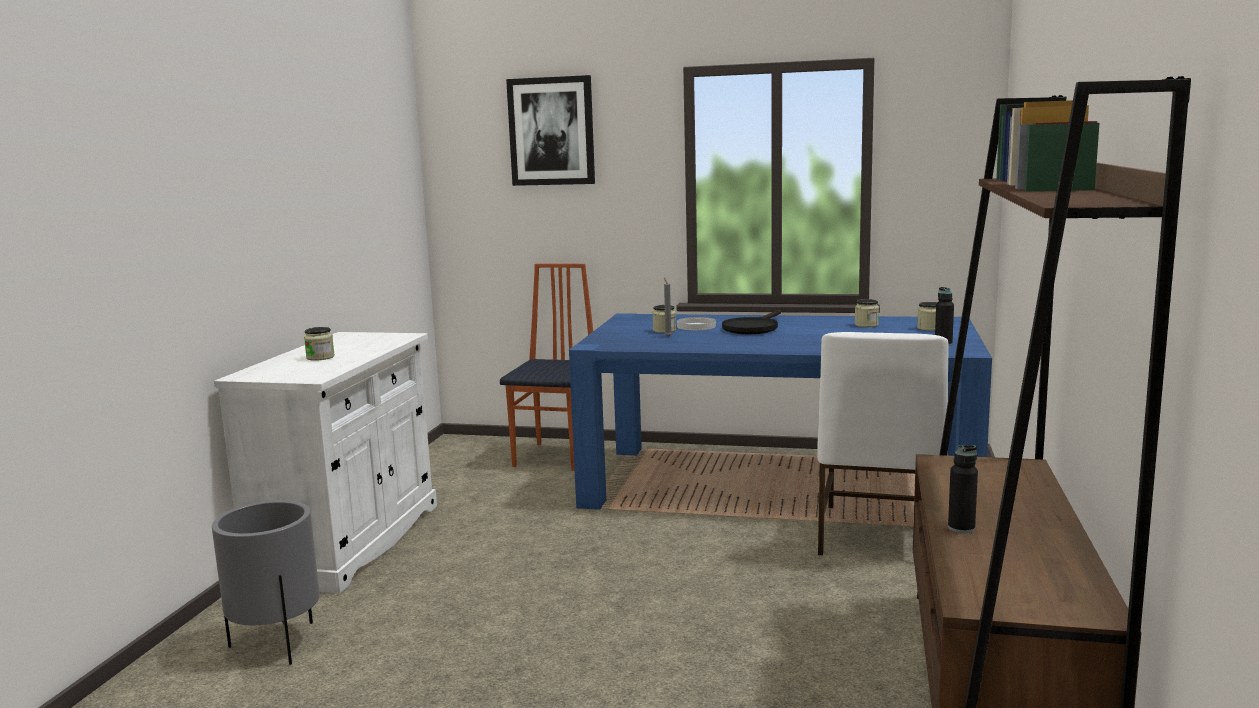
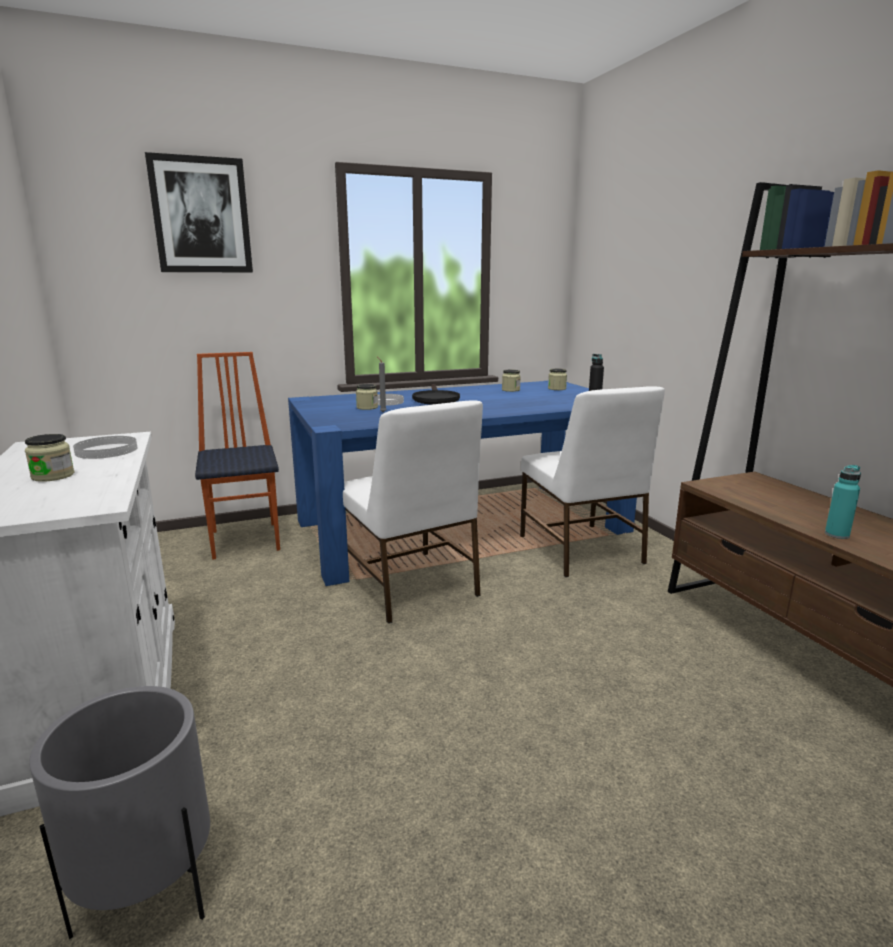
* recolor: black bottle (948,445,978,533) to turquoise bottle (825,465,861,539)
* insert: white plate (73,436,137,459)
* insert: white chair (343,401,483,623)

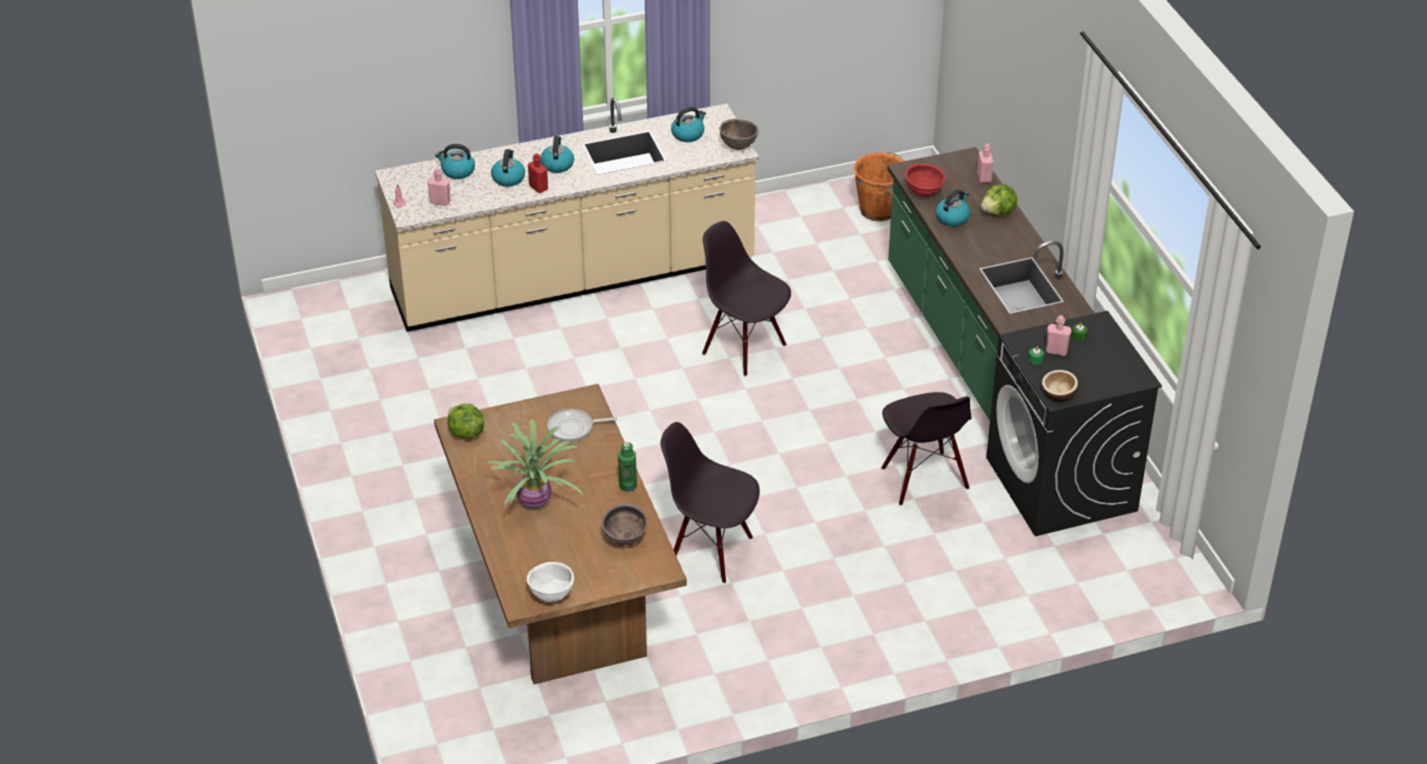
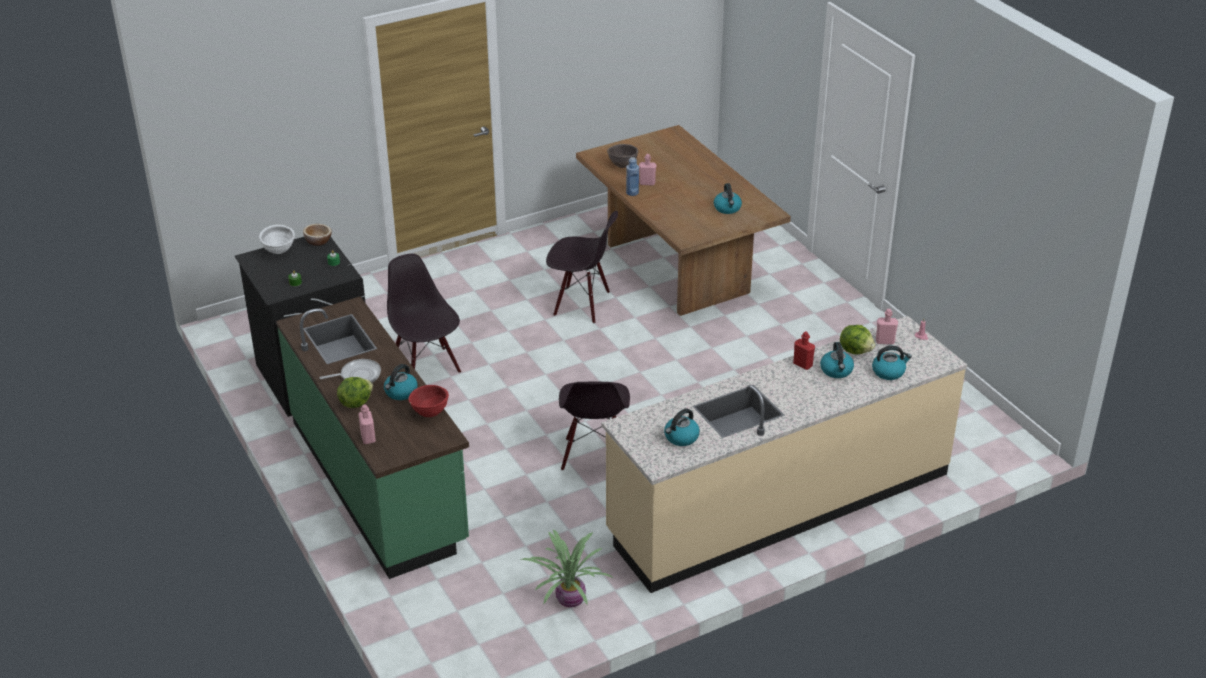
* move: lettuce (448,404,484,439) to (840,325,875,355)
* move: potted plant (486,419,584,509) to (520,530,613,608)
* move: white bowl (527,562,574,602) to (259,225,295,254)
* move: kettle (540,136,574,173) to (714,183,742,214)
* move: frying pan (547,409,617,442) to (319,359,381,383)
* recolor: green bottle (618,442,637,492) to blue bottle (626,157,639,196)
* rotate: black chair (702,221,791,377) = (559,382,630,471) 60 degrees clockwise
* delete: brown bowl (720,119,759,150)
* delete: orange bucket (853,152,905,221)
* move: pink bottle (1046,315,1072,356) to (639,154,656,186)

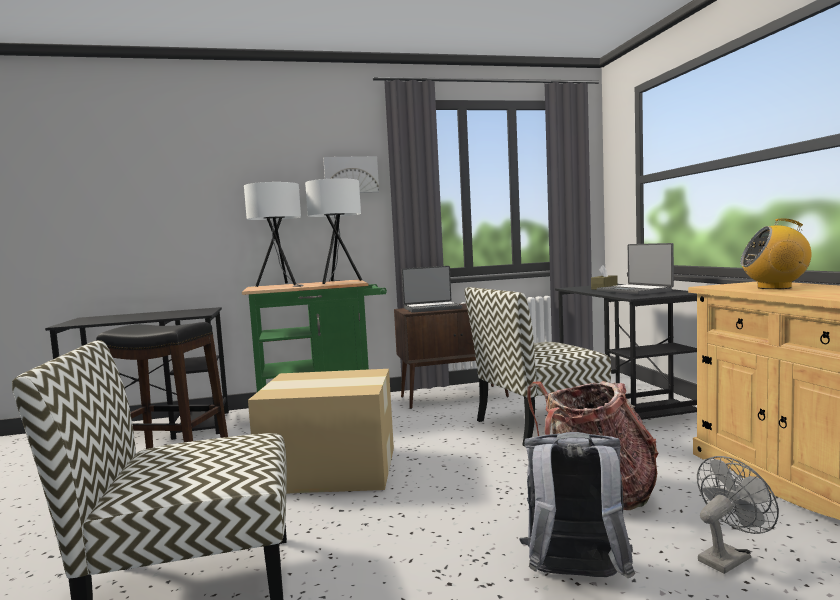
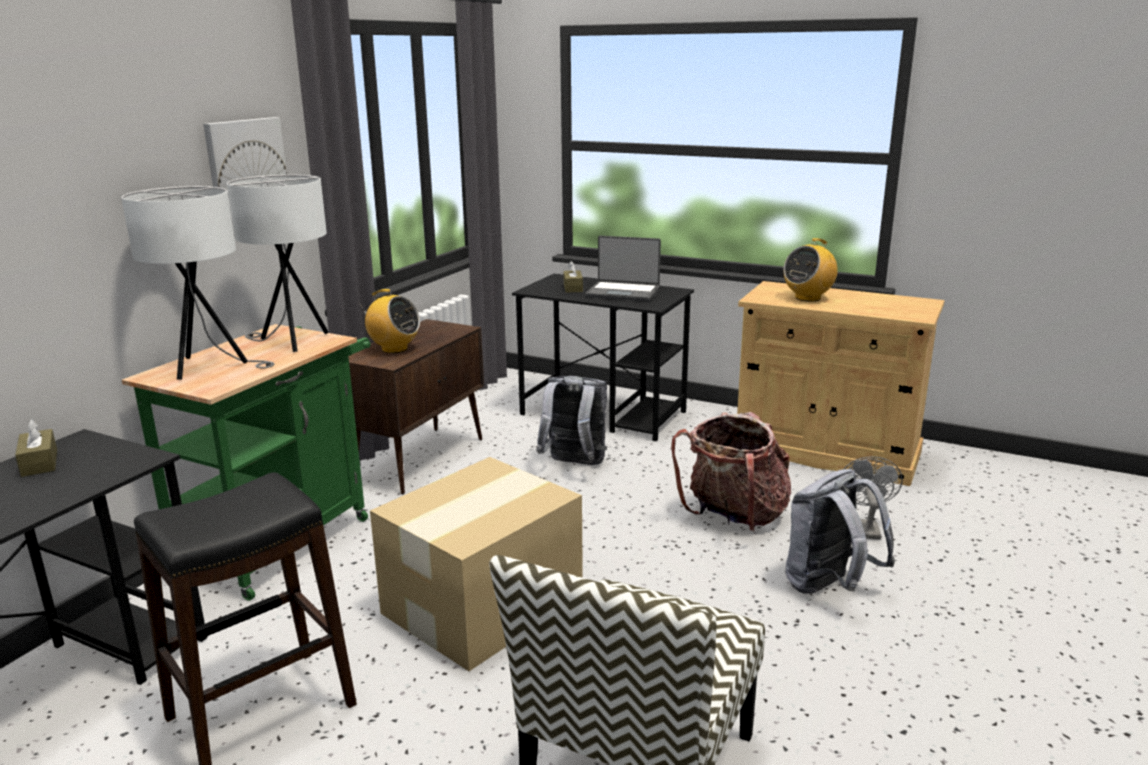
* replace: laptop (402,266,462,313) to radio (358,289,420,353)
* replace: chair (464,287,611,446) to grey backpack (536,376,607,465)
* insert: brown tissue box (15,419,57,477)

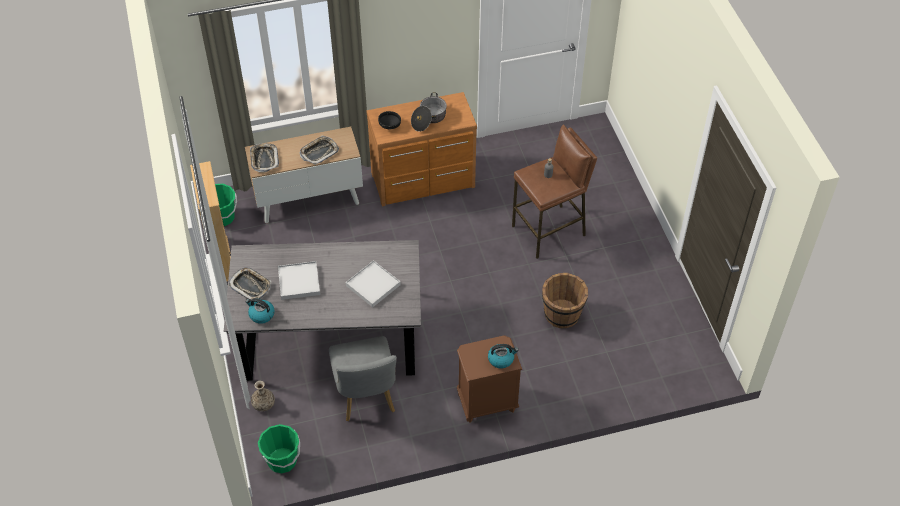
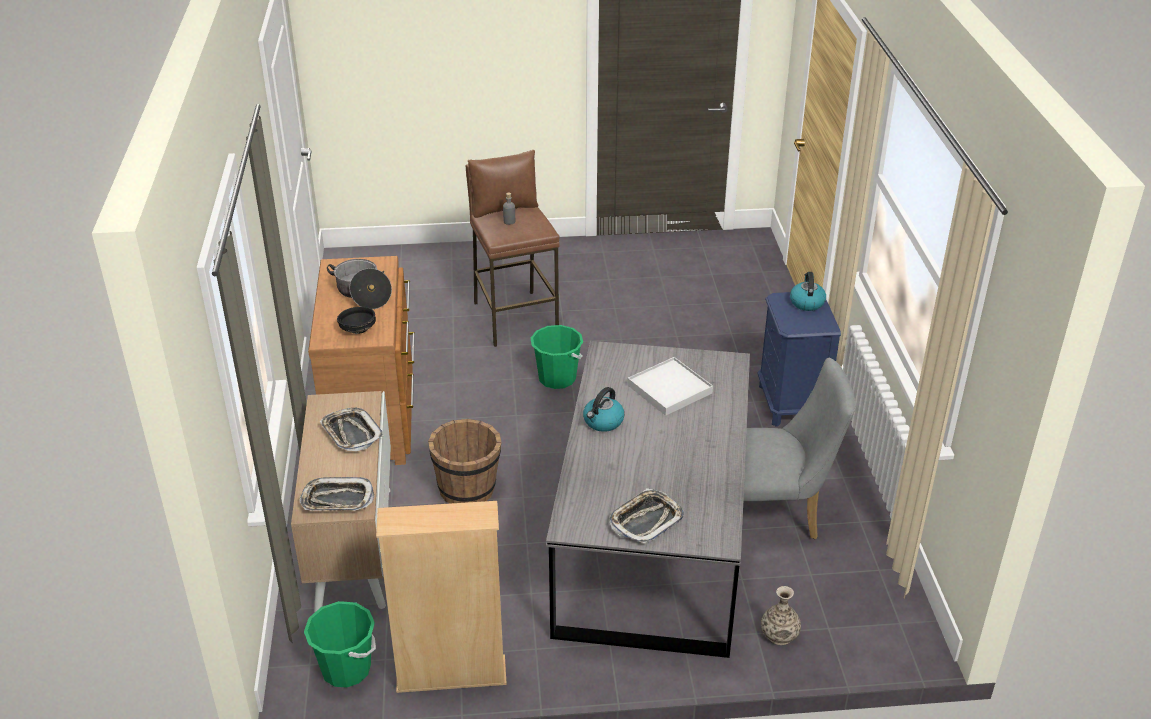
* move: kettle (245,298,275,324) to (583,387,624,432)
* move: green bucket (258,424,300,473) to (531,325,583,389)
* delete: white tray (278,261,320,300)
* recolor: brown nightstand (457,335,522,423) to blue nightstand (758,292,841,427)
* move: brown bucket (542,273,588,328) to (428,419,502,504)

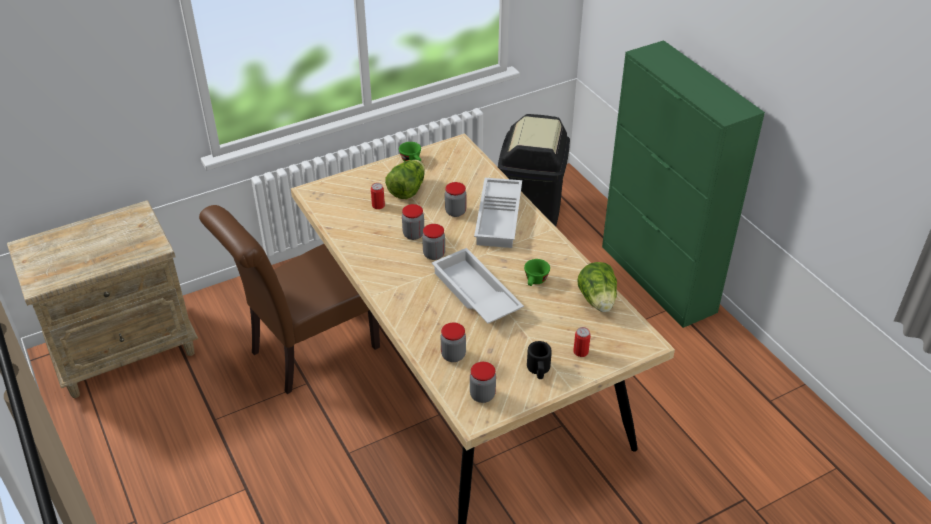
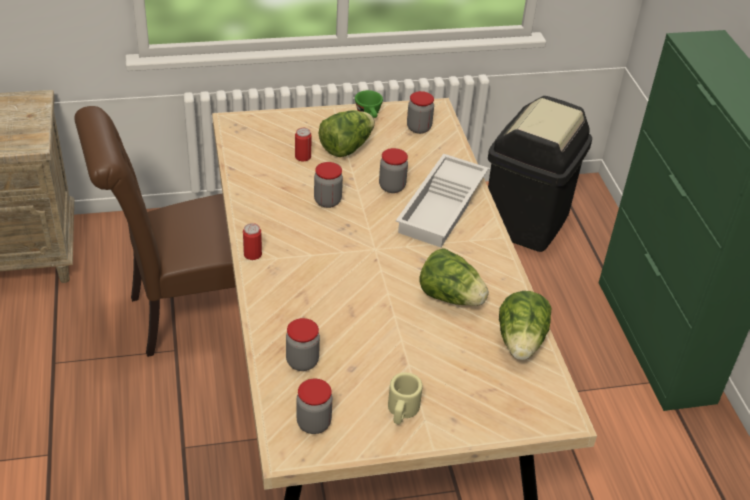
* move: jar (422,224,445,260) to (407,91,434,134)
* delete: white tray (432,248,524,324)
* replace: green cup (524,259,550,286) to lettuce (419,248,489,306)
* recolor: black mug (527,341,552,379) to beige mug (388,372,422,424)
* move: can (573,327,591,357) to (243,223,262,260)

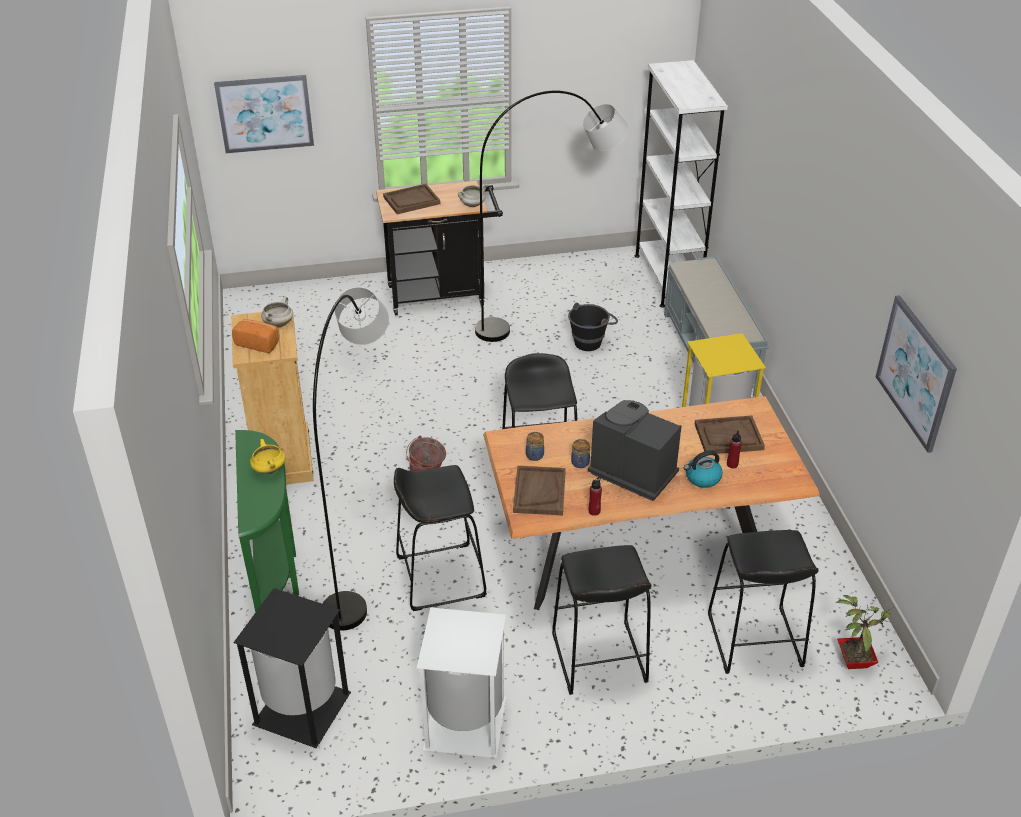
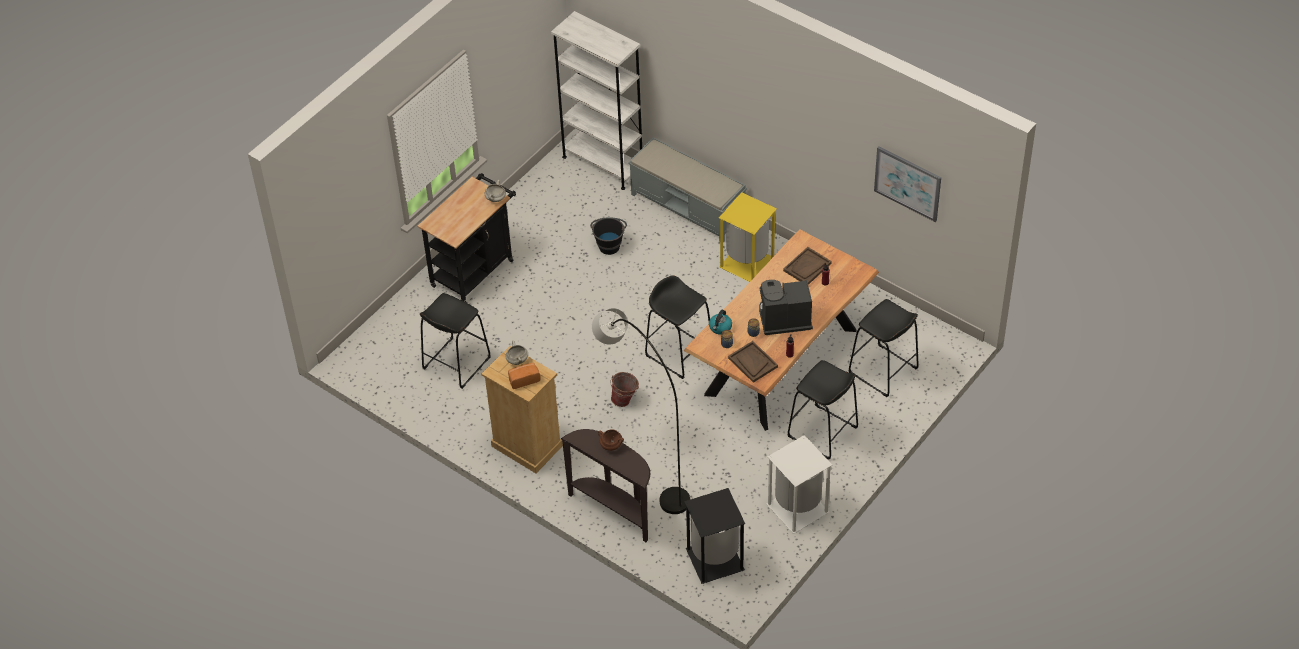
* delete: picture (214,75,314,153)
* recolor: green console table (235,430,299,612) to brown console table (561,429,650,542)
* recolor: yellow cooking pot (250,439,285,474) to brown cooking pot (598,429,624,451)
* delete: brown tray (383,184,440,214)
* move: black stool (394,465,487,611) to (420,293,491,389)
* delete: grey floor lamp (475,90,629,342)
* move: kettle (684,450,723,488) to (709,310,732,335)
* delete: potted plant (836,595,894,669)

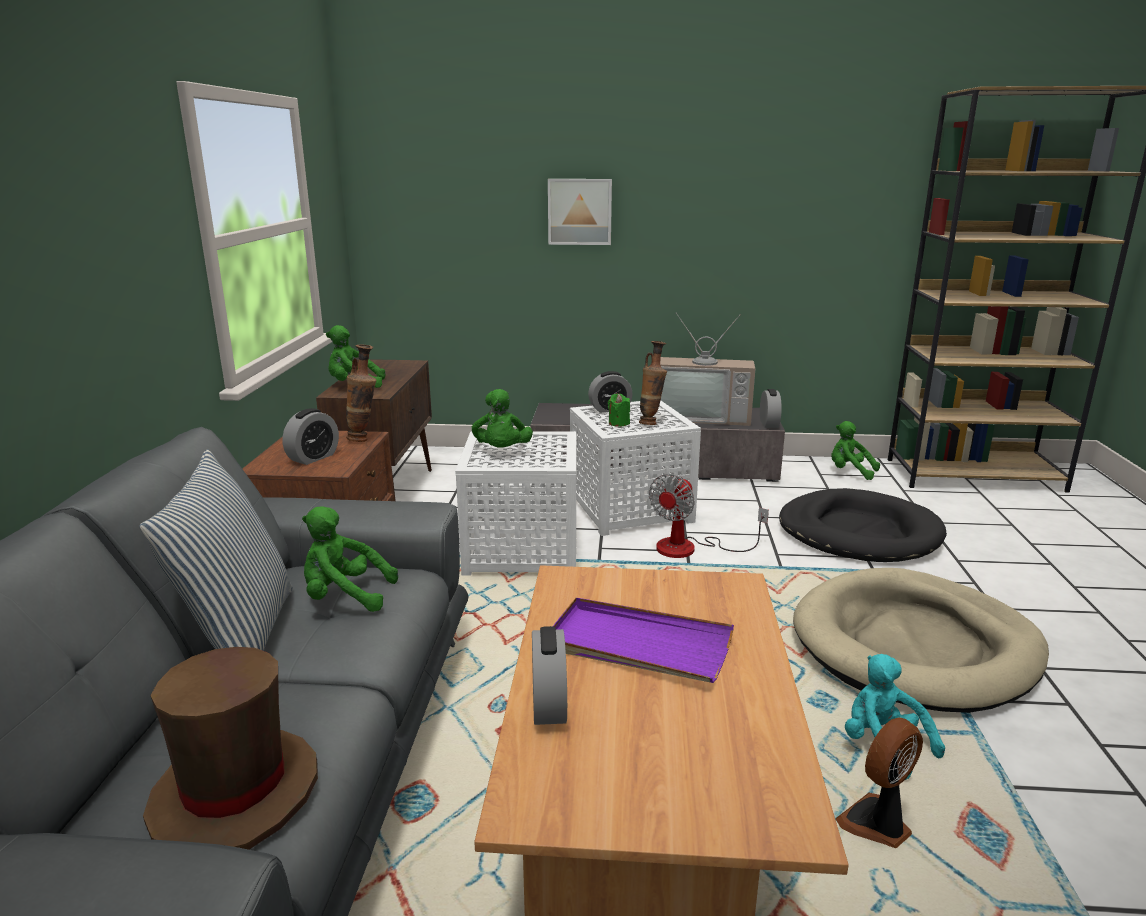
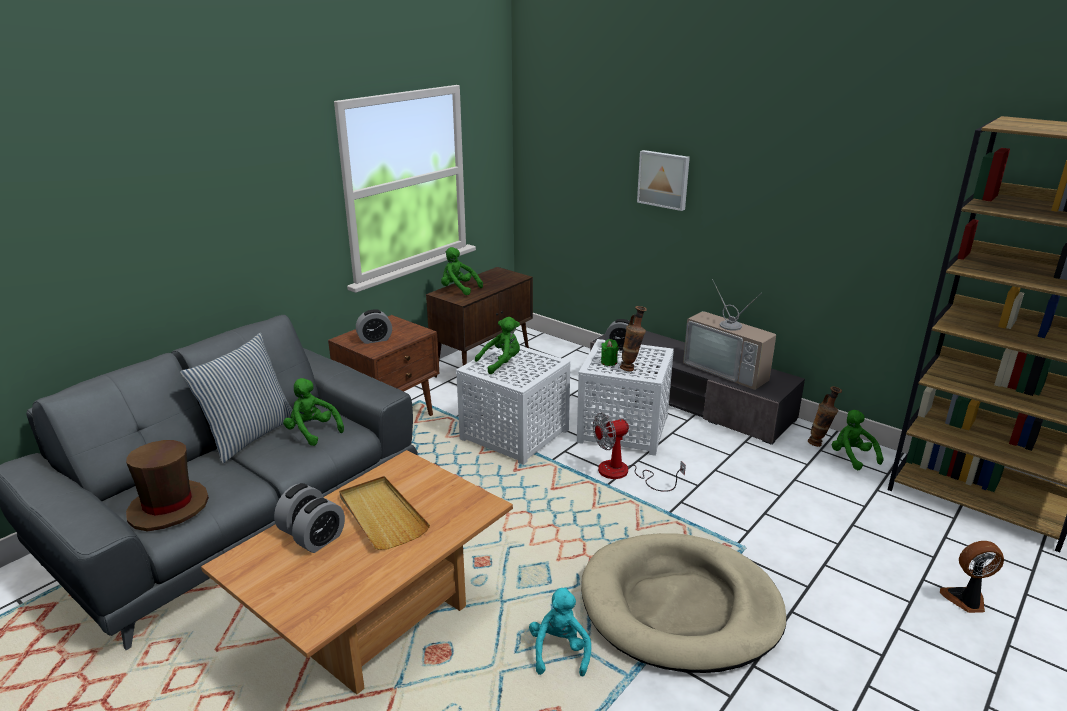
* move: vase (346,345,376,442) to (808,386,842,447)
* rotate: green plush toy (472,389,533,448) = (475,317,520,374) 150 degrees counterclockwise
* recolor: purple tray (553,598,734,683) to beige tray (339,476,430,550)
* move: alarm clock (760,389,782,428) to (292,498,345,553)
* delete: black dog bed (779,488,947,562)
* move: fan (835,717,923,848) to (940,541,1004,613)

